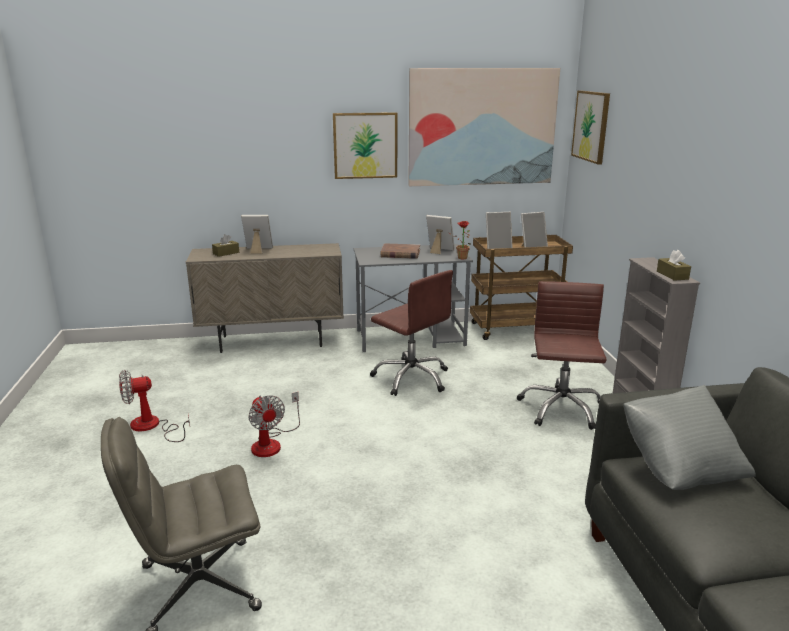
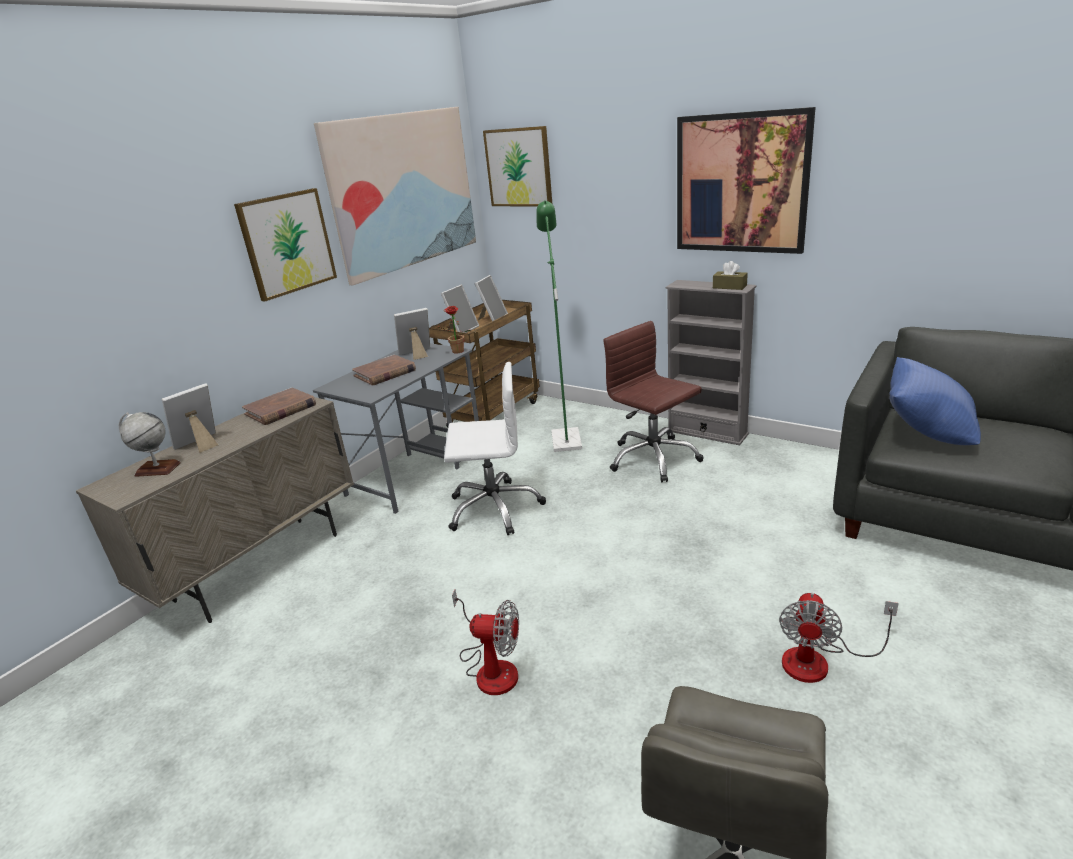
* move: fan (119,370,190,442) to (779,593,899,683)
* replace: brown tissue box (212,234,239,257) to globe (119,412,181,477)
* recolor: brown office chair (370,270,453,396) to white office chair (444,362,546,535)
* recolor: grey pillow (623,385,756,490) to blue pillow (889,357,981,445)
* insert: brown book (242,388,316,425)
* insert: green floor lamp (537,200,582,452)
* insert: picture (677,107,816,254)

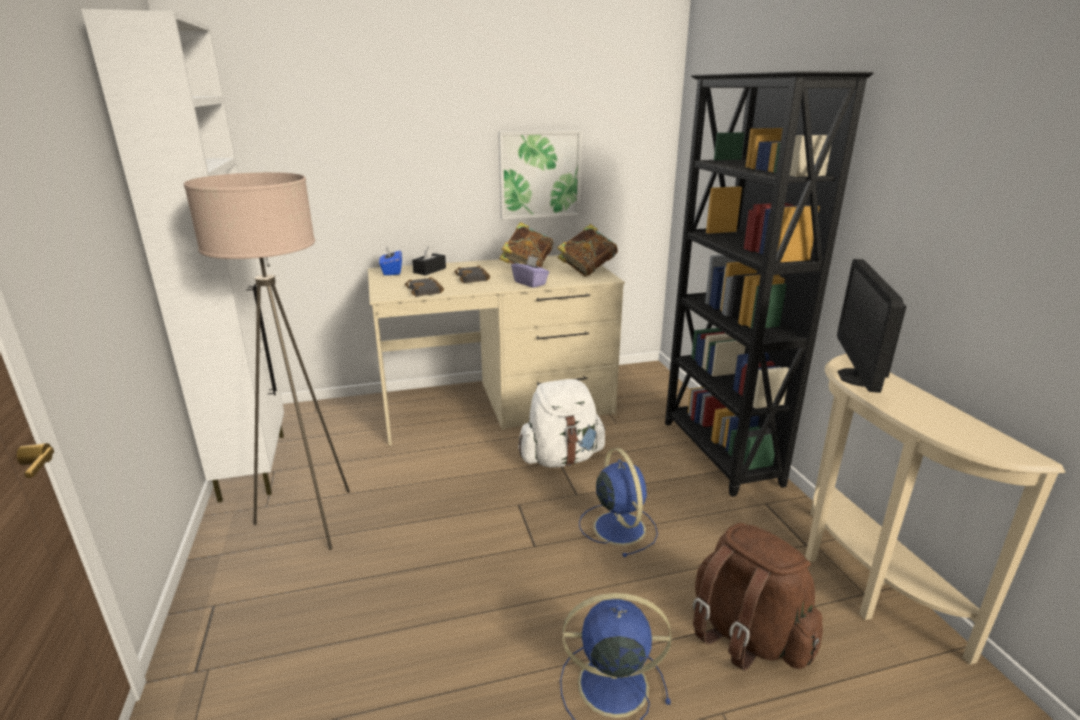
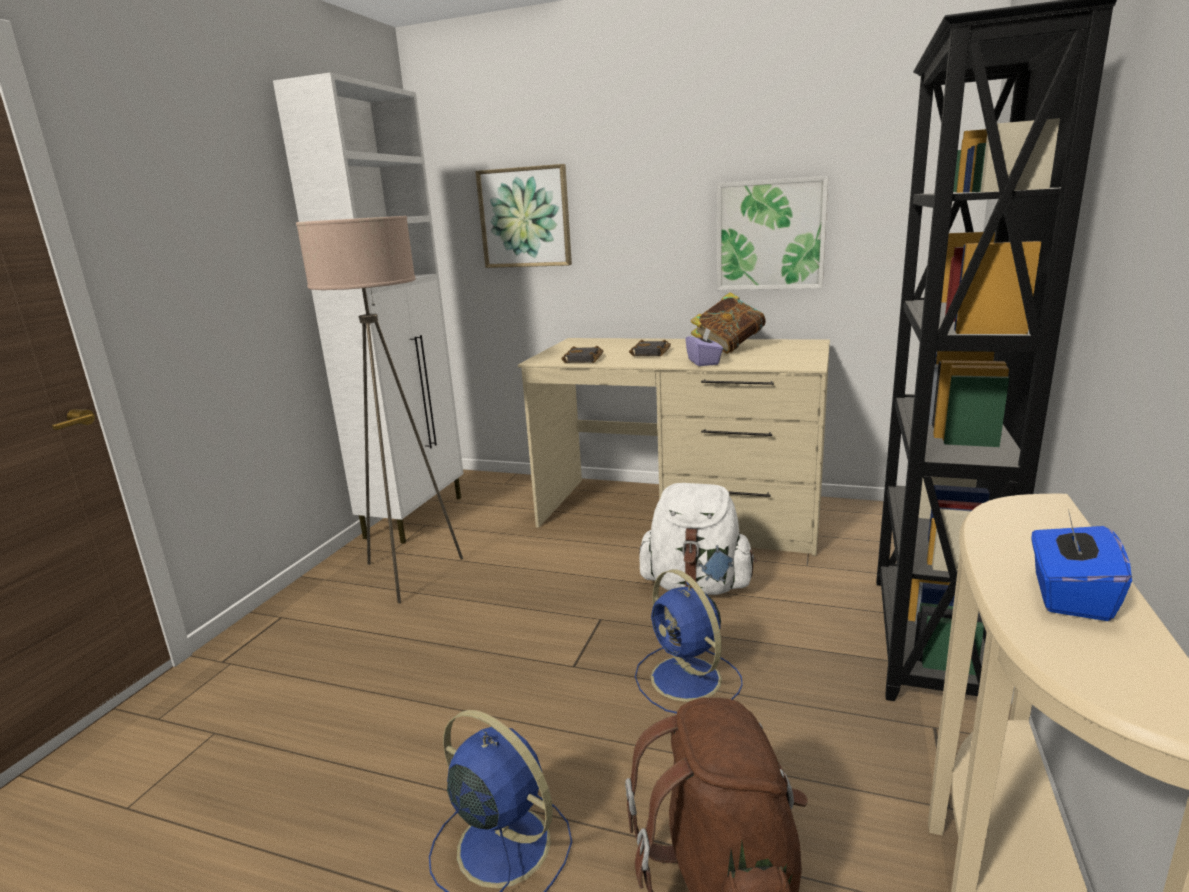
* move: blue tissue box (379,246,402,275) to (1031,509,1132,621)
* delete: black tissue box (412,244,446,275)
* delete: book (557,224,618,277)
* rotate: blue fan (579,448,658,557) = (635,569,743,714) 135 degrees clockwise
* delete: monitor (837,259,906,393)
* insert: picture (475,164,572,268)

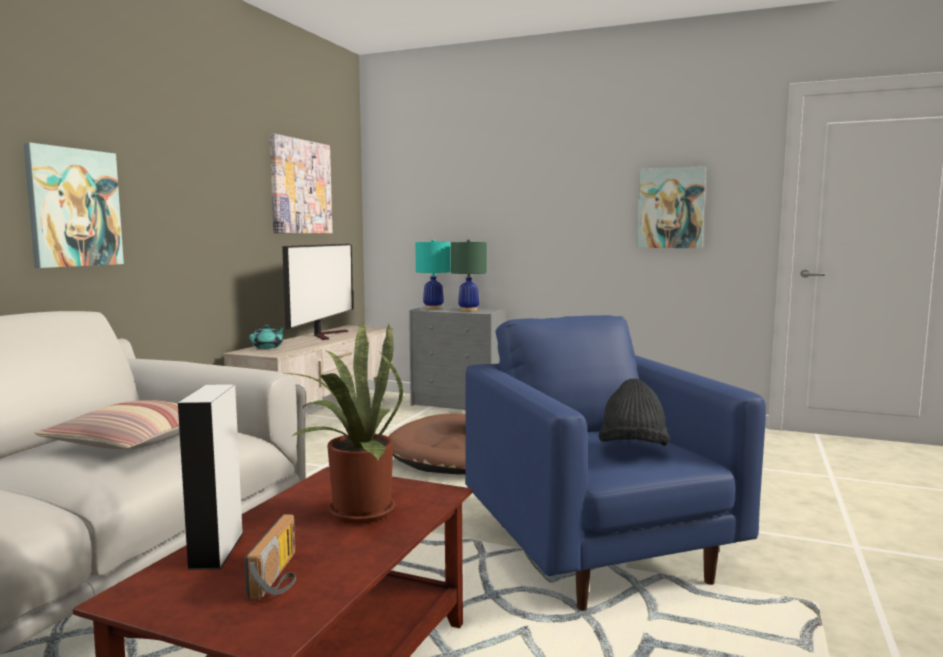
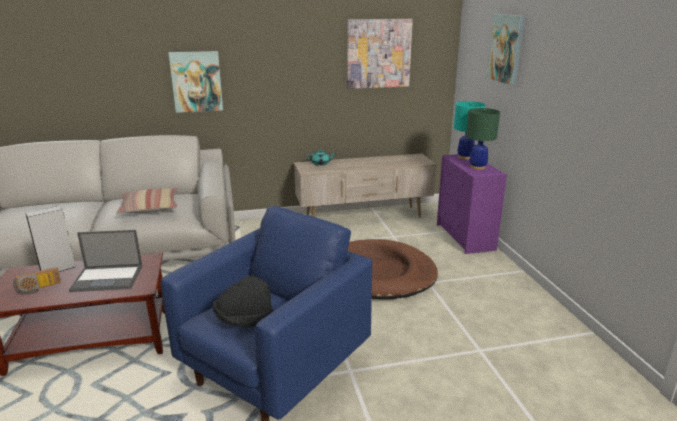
* delete: television (282,244,353,340)
* replace: potted plant (286,323,403,524) to laptop (69,230,142,292)
* recolor: grey dresser (409,307,505,410) to purple dresser (437,154,507,254)
* move: picture (637,167,706,248) to (486,14,525,85)

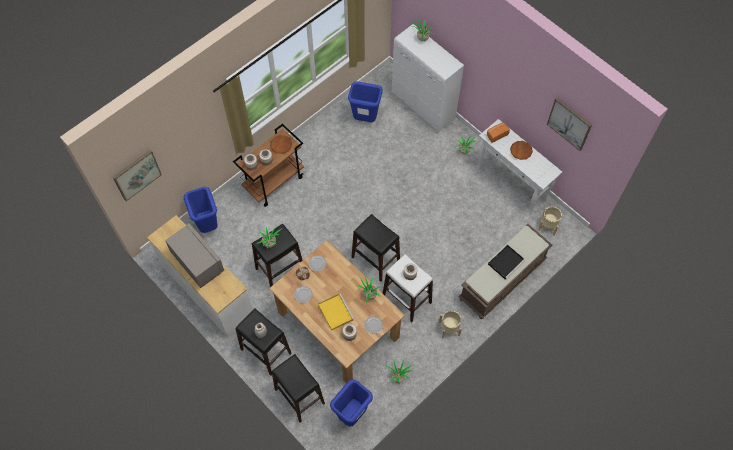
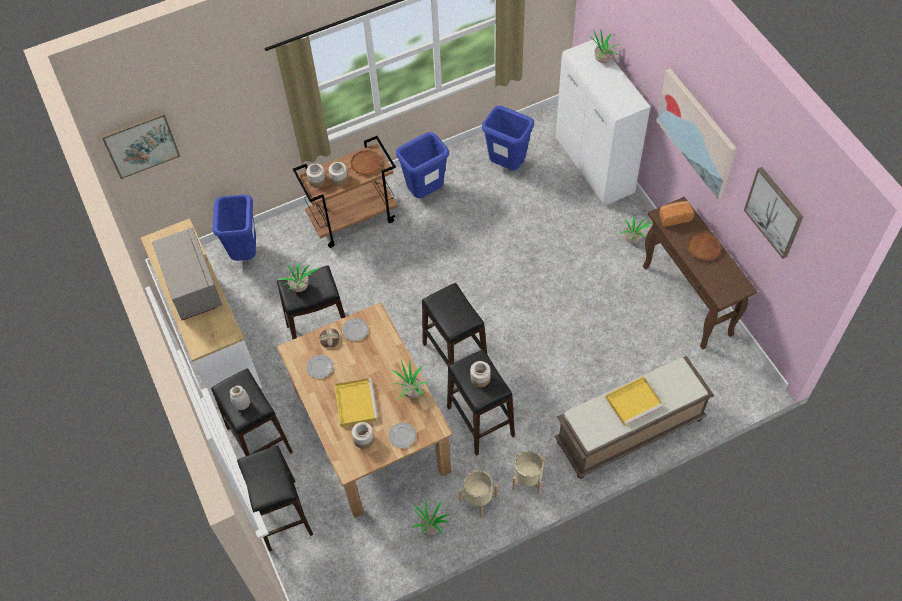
* move: blue trash can (330,379,373,427) to (396,132,449,198)
* recolor: white stool (383,254,433,322) to black stool (447,349,515,456)
* recolor: white console table (476,119,562,214) to brown console table (643,197,757,350)
* recolor: black tray (488,245,525,280) to yellow tray (605,376,663,426)
* move: beige planter (538,206,562,236) to (459,470,498,517)
* insert: picture (656,68,736,199)

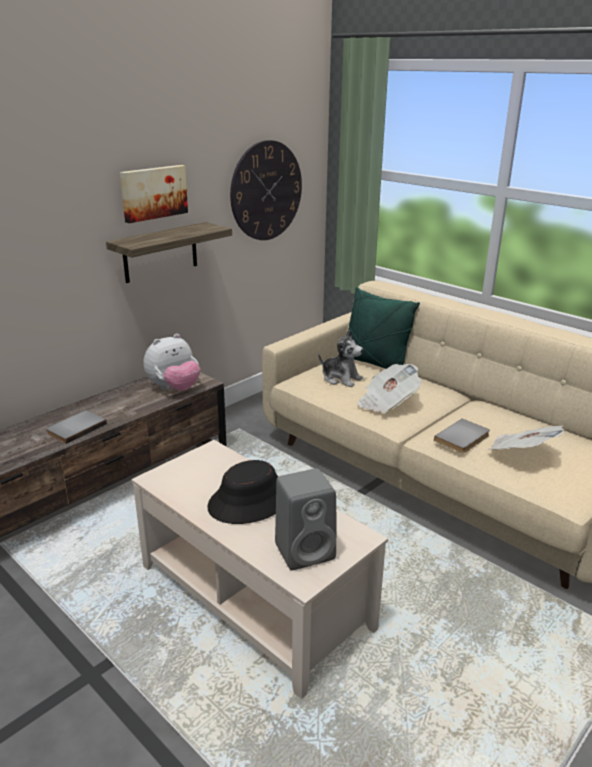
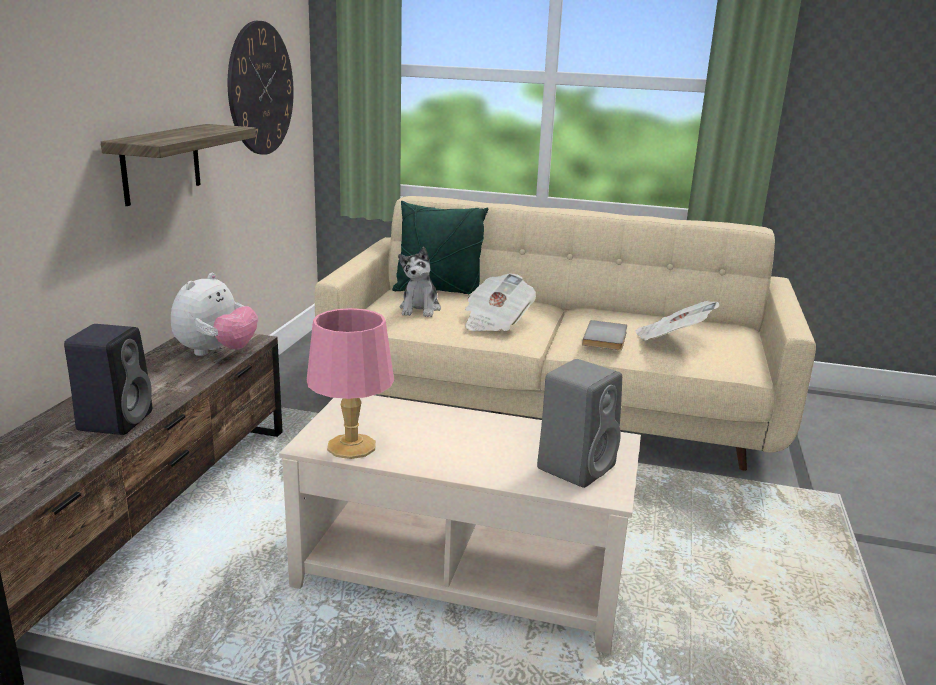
* replace: grey book (46,410,107,444) to black speaker (64,324,152,435)
* delete: picture (120,165,188,223)
* delete: black hat (208,460,278,524)
* rotate: plush toy (318,330,363,387) = (398,247,441,317) 90 degrees clockwise
* insert: pink table lamp (307,308,394,459)

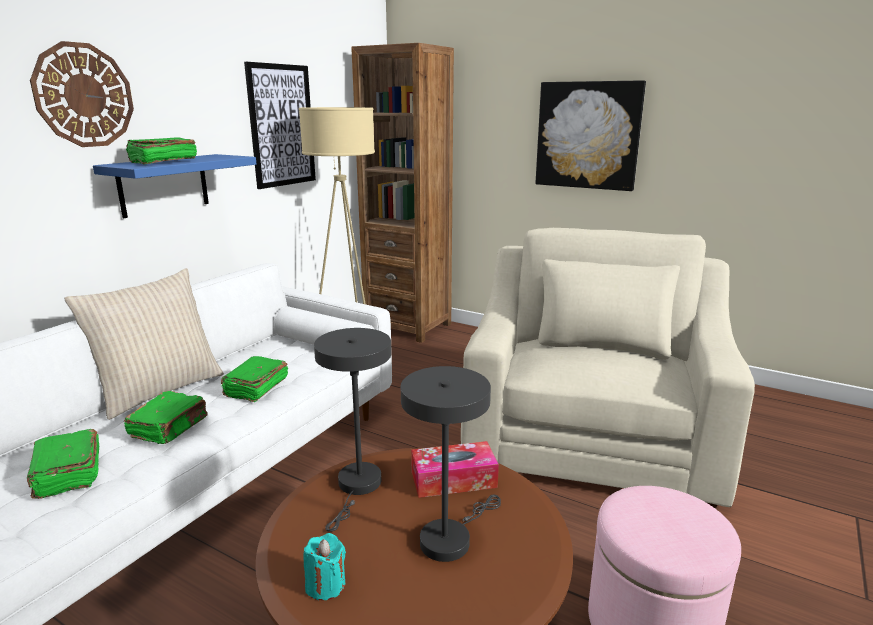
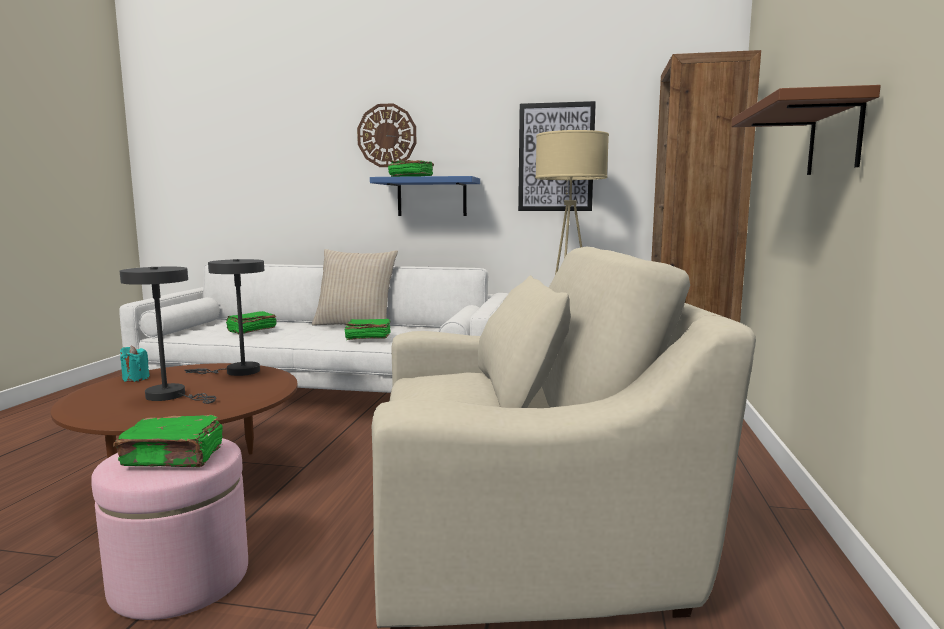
* move: green book (124,391,208,444) to (113,415,223,467)
* delete: tissue box (411,441,499,498)
* replace: picture (535,80,646,191) to brown shelf (732,85,881,175)

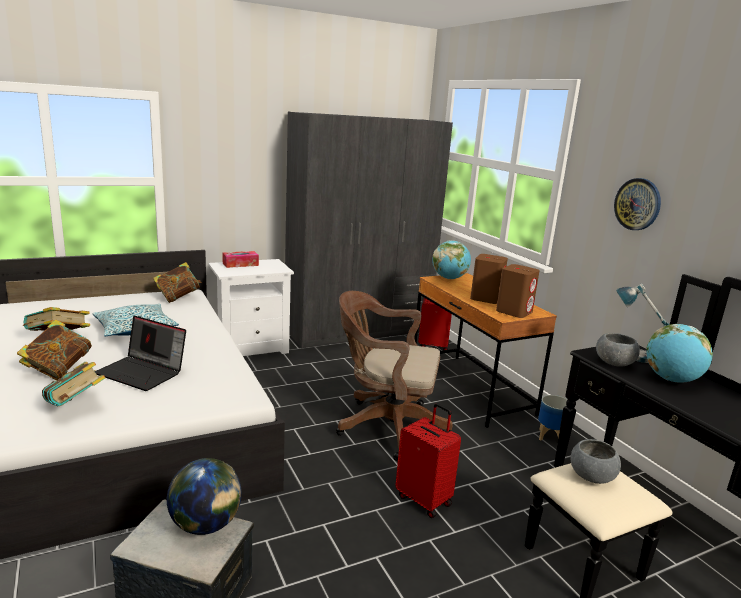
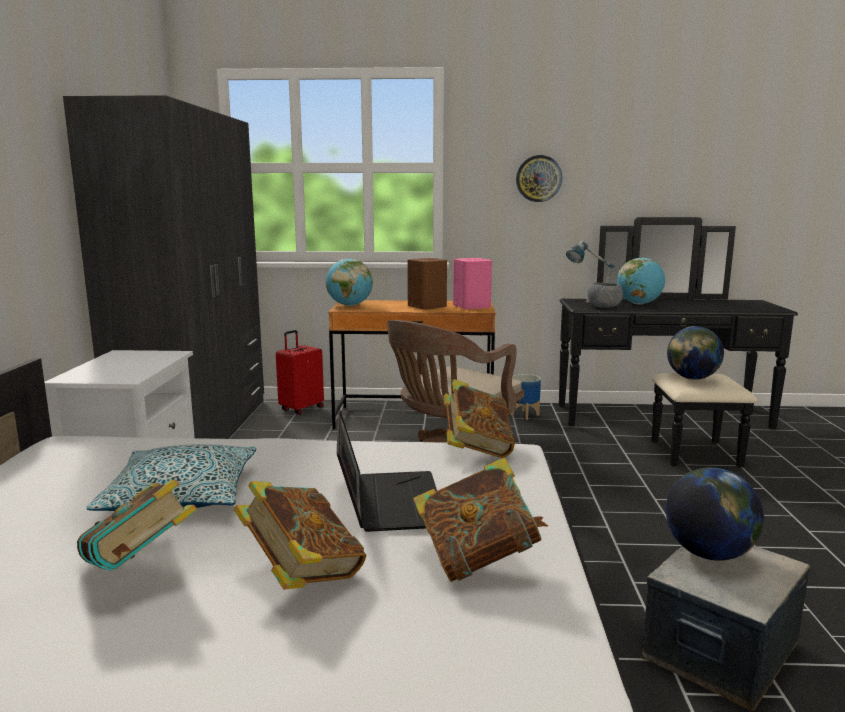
* rotate: laptop (95,316,186,391) = (337,410,437,532) 60 degrees counterclockwise
* move: book (153,262,202,303) to (444,379,515,458)
* delete: tissue box (222,251,259,268)
* delete: red suitcase (395,403,461,518)
* recolor: brown speaker (496,264,540,318) to pink speaker (453,258,492,309)
* replace: grey bowl (571,439,621,484) to globe (667,326,724,380)

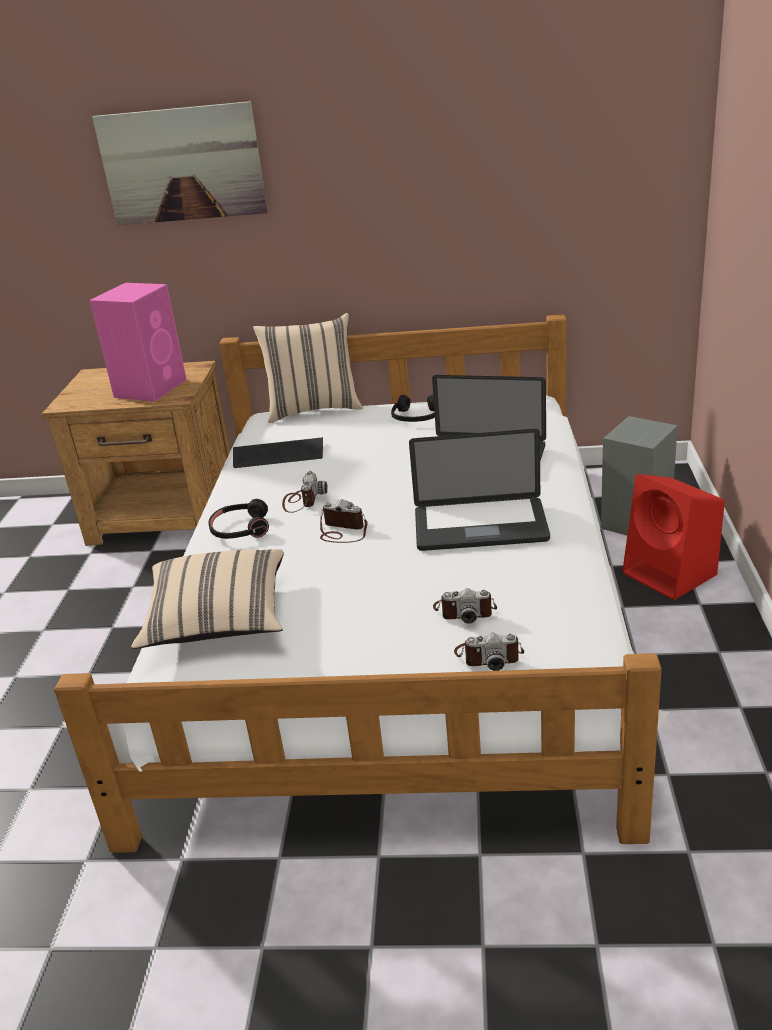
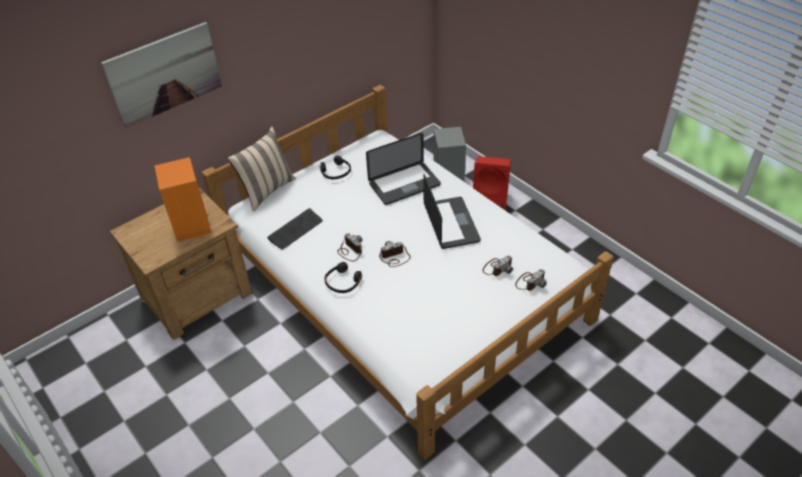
* recolor: pink speaker (89,283,187,402) to orange speaker (155,157,211,242)
* delete: beige pillow (131,549,284,649)
* rotate: laptop (409,429,550,551) = (423,174,481,249) 60 degrees counterclockwise

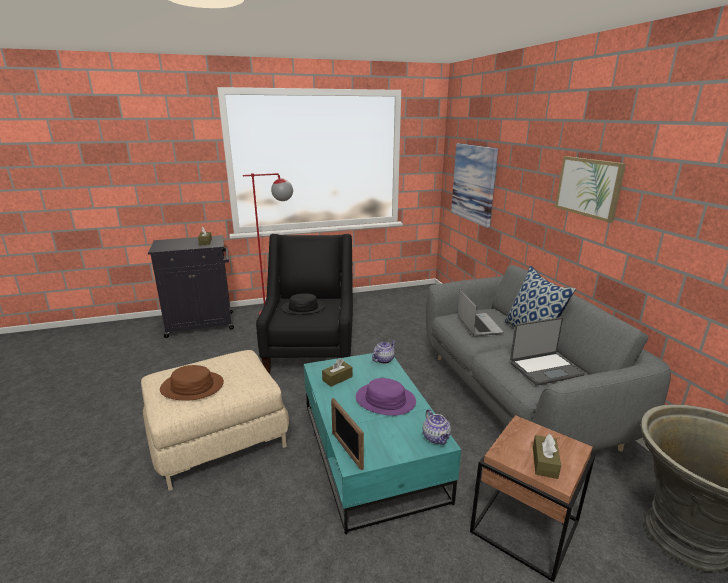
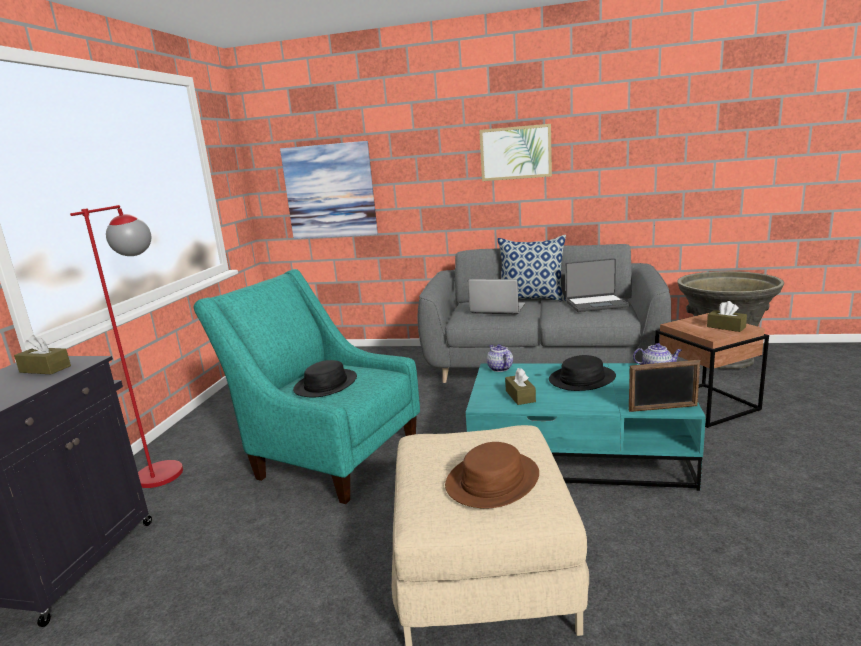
* recolor: black armchair (256,234,353,373) to turquoise armchair (194,269,420,504)
* recolor: purple hat (356,378,416,416) to black hat (549,355,616,391)
* rotate: laptop (510,317,585,386) = (565,258,630,312) 75 degrees clockwise

